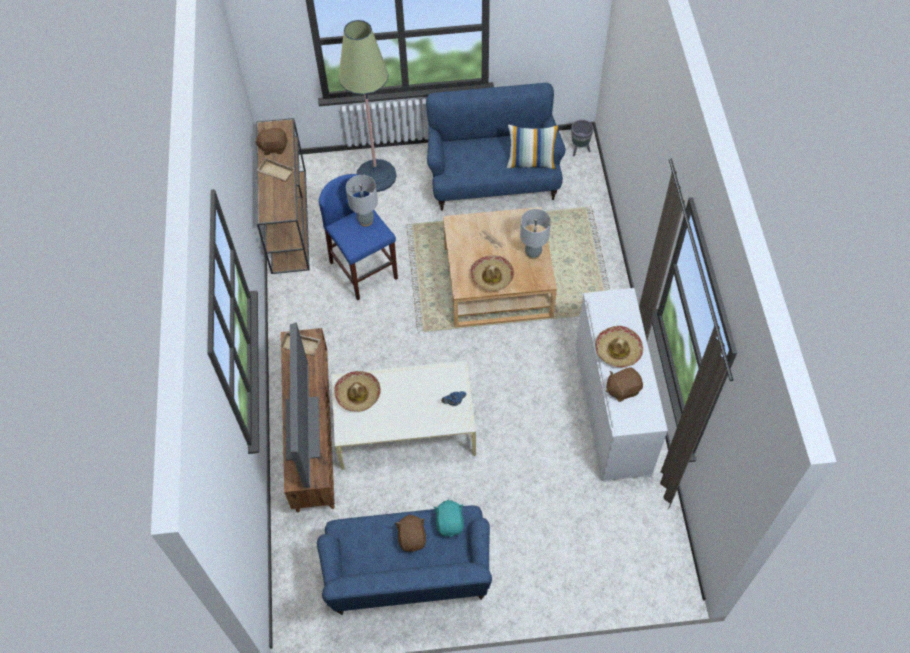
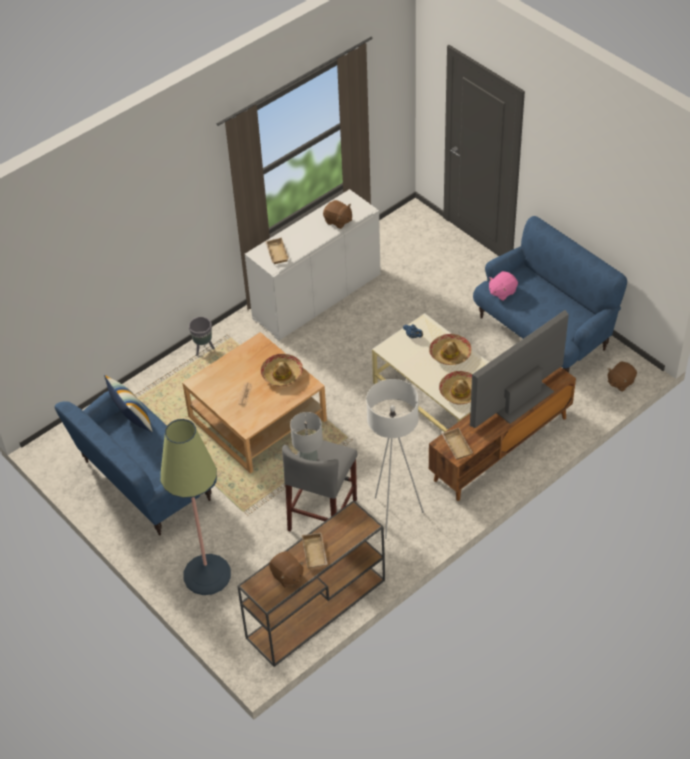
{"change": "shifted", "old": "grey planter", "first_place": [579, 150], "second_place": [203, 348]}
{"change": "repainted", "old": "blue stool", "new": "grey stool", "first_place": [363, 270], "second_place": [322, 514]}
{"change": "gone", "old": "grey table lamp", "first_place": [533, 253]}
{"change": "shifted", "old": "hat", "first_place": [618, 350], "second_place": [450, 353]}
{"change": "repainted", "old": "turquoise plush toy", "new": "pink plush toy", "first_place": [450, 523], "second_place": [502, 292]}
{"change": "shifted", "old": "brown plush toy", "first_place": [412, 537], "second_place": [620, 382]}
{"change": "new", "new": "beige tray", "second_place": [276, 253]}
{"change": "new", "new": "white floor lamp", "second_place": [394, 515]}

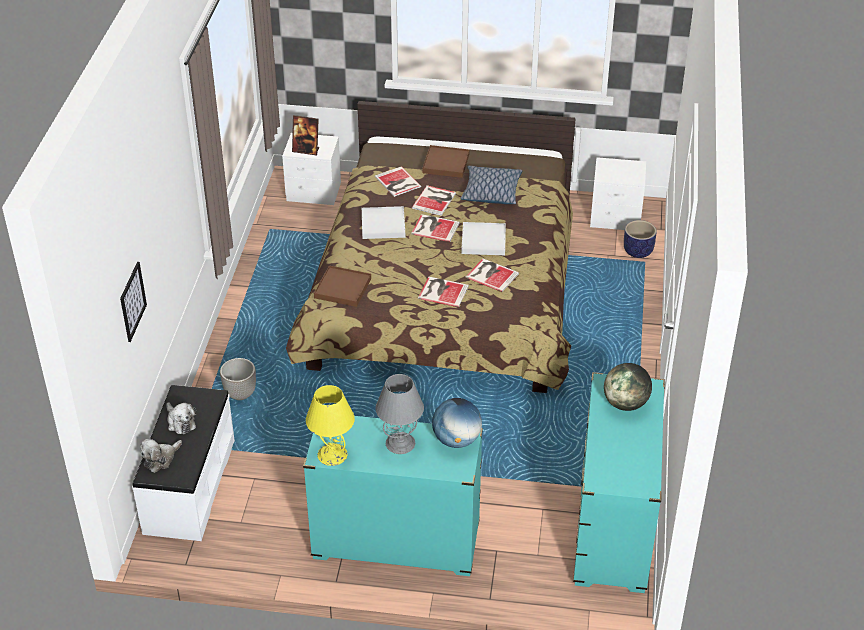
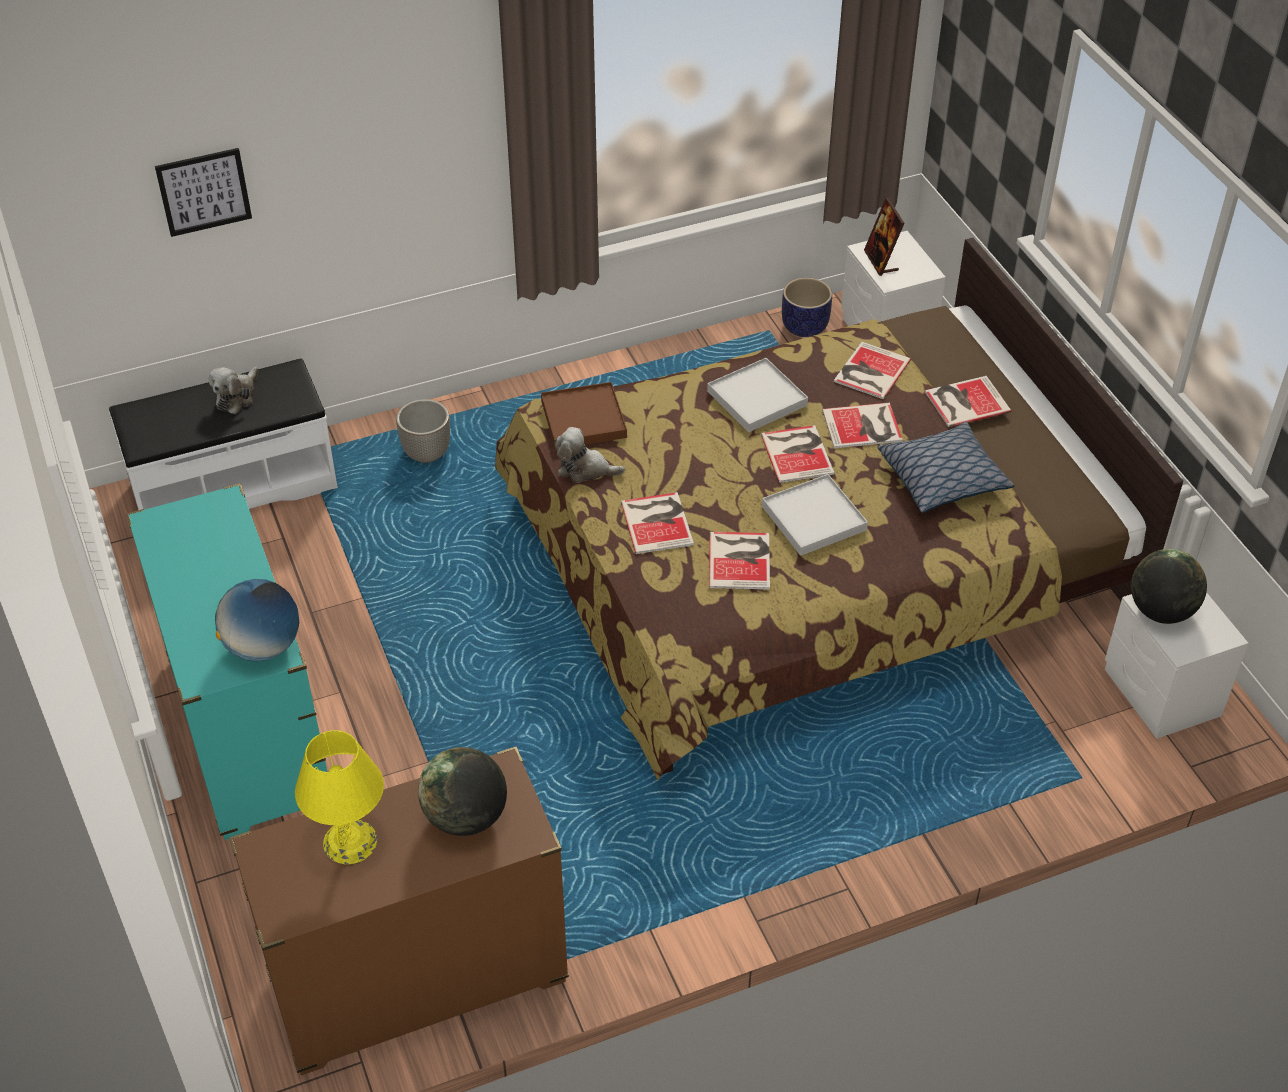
{"change": "swapped", "old": "brown tray", "new": "book", "first_place": [445, 163], "second_place": [964, 401]}
{"change": "shifted", "old": "planter", "first_place": [638, 251], "second_place": [804, 327]}
{"change": "repainted", "old": "turquoise dresser", "new": "brown dresser", "first_place": [613, 529], "second_place": [417, 980]}
{"change": "gone", "old": "grey table lamp", "first_place": [400, 443]}
{"change": "shifted", "old": "yellow table lamp", "first_place": [332, 454], "second_place": [350, 842]}
{"change": "shifted", "old": "plush toy", "first_place": [160, 459], "second_place": [585, 469]}
{"change": "new", "new": "globe", "second_place": [1161, 611]}

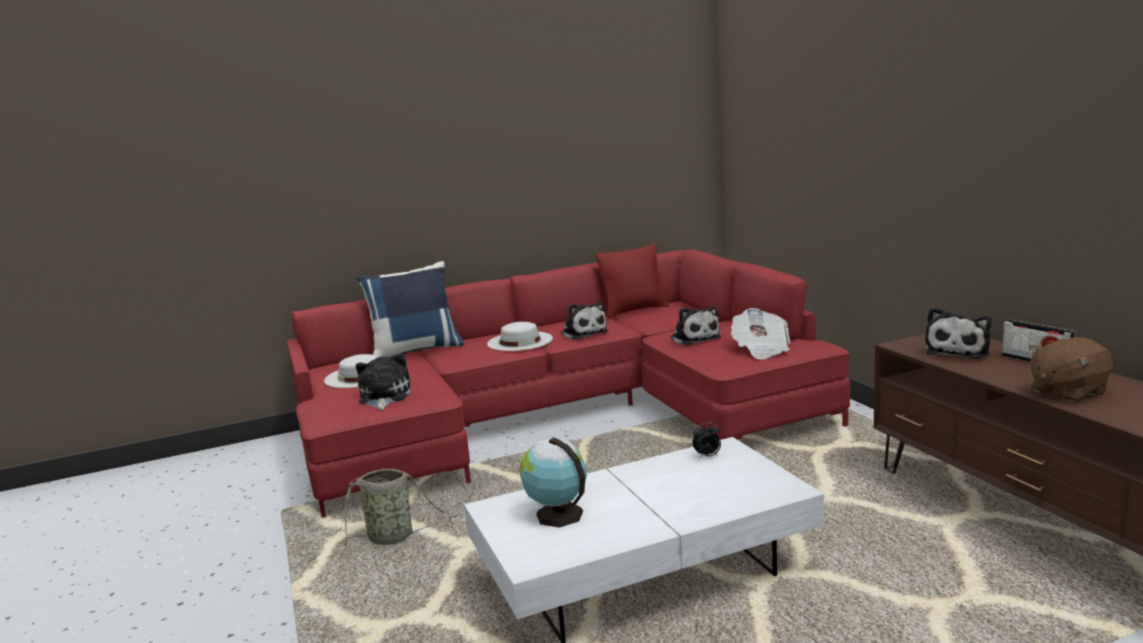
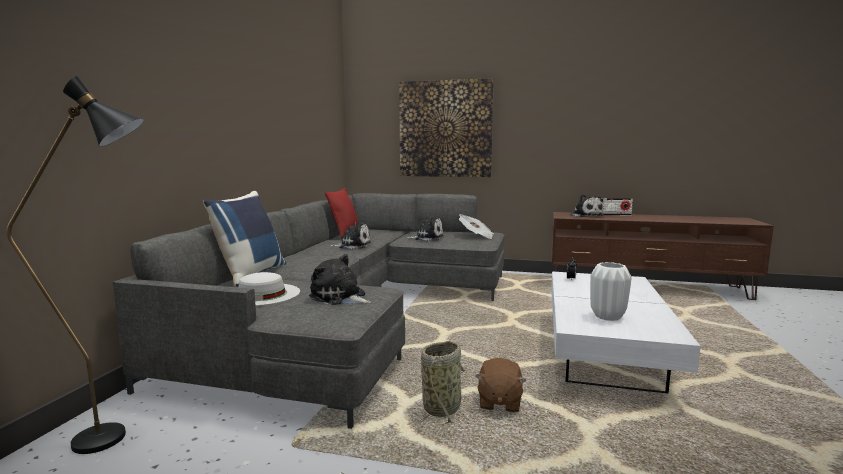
{"change": "repainted", "old": "red sofa", "new": "grey sofa", "first_place": [562, 417], "second_place": [355, 311]}
{"change": "gone", "old": "white hat", "first_place": [520, 341]}
{"change": "shifted", "old": "brown plush toy", "first_place": [1067, 392], "second_place": [499, 402]}
{"change": "swapped", "old": "globe", "new": "white vase", "first_place": [557, 514], "second_place": [607, 317]}
{"change": "new", "new": "black floor lamp", "second_place": [119, 437]}
{"change": "new", "new": "picture", "second_place": [445, 129]}

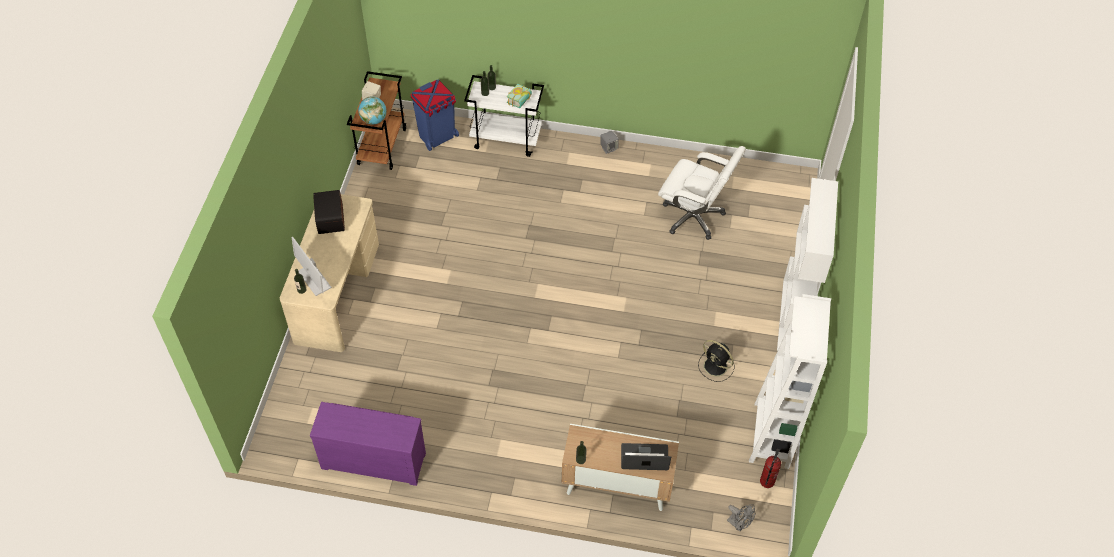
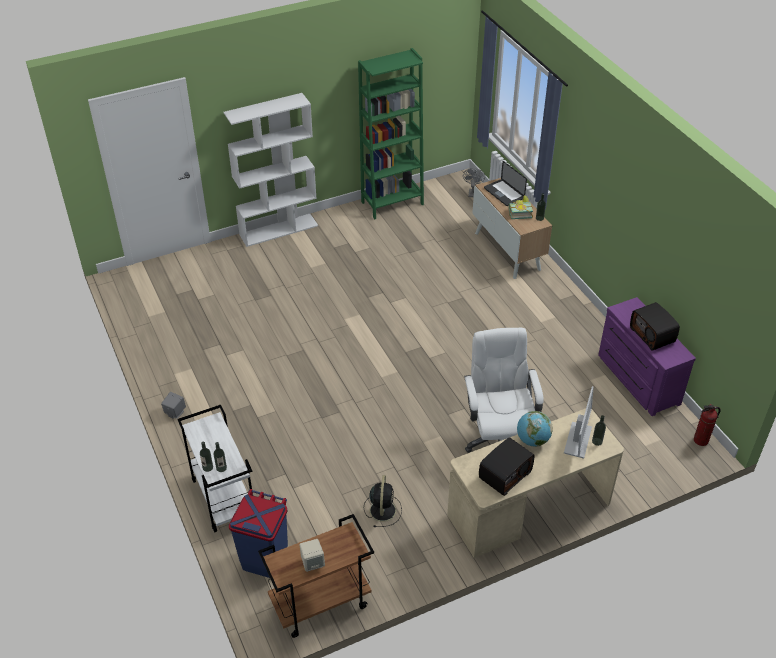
{"change": "shifted", "old": "book", "first_place": [521, 101], "second_place": [519, 213]}
{"change": "shifted", "old": "globe", "first_place": [374, 120], "second_place": [532, 440]}
{"change": "shifted", "old": "white office chair", "first_place": [693, 216], "second_place": [498, 438]}
{"change": "repainted", "old": "white bookcase", "new": "green bookcase", "first_place": [771, 435], "second_place": [392, 203]}
{"change": "shifted", "old": "black fan", "first_place": [716, 367], "second_place": [382, 509]}
{"change": "shifted", "old": "fire extinguisher", "first_place": [766, 481], "second_place": [701, 440]}
{"change": "new", "new": "radio", "second_place": [653, 335]}

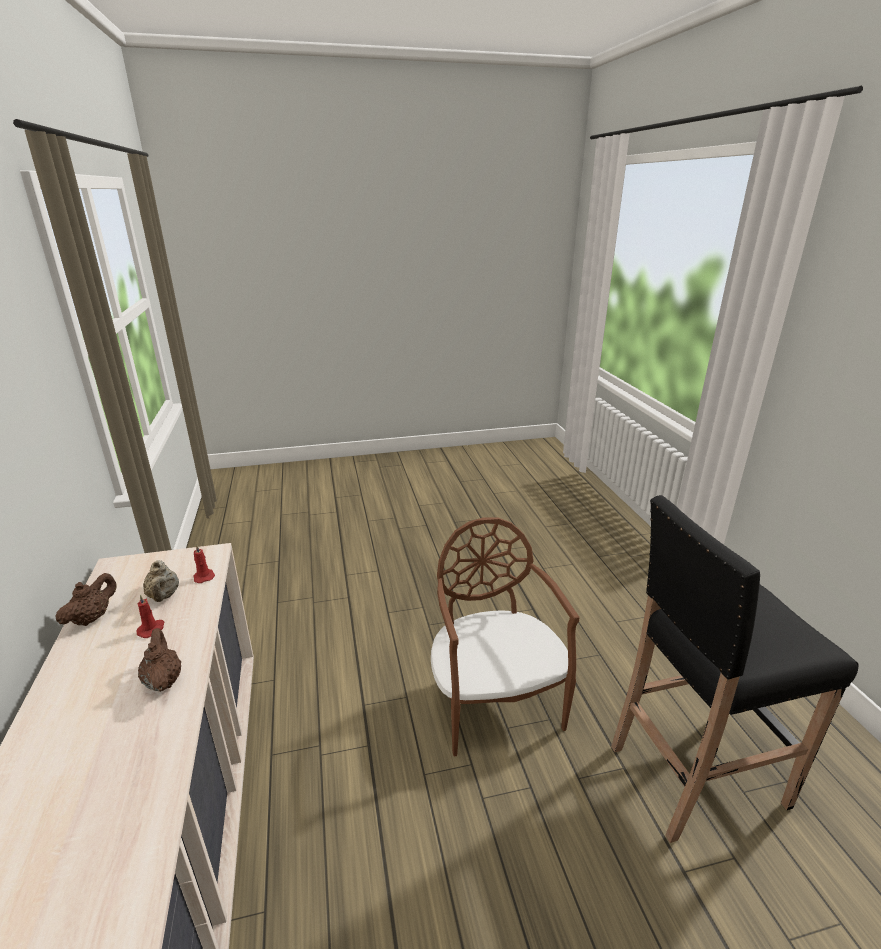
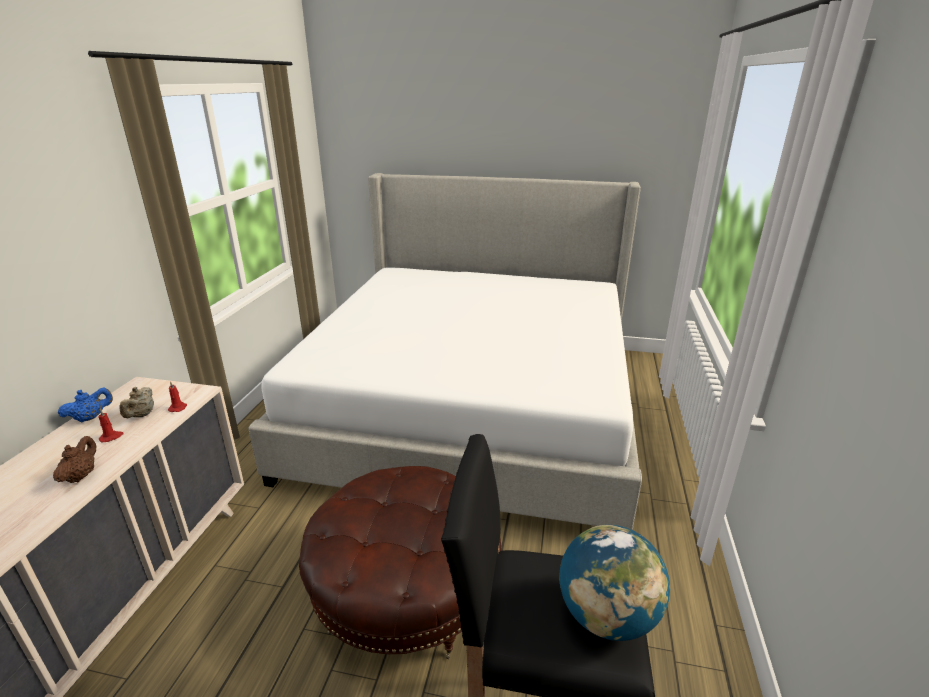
{"change": "swapped", "old": "brown chair", "new": "brown ottoman", "first_place": [494, 702], "second_place": [405, 592]}
{"change": "repainted", "old": "brown teapot", "new": "blue teapot", "first_place": [92, 618], "second_place": [91, 418]}
{"change": "new", "new": "bed", "second_place": [472, 406]}
{"change": "new", "new": "globe", "second_place": [607, 616]}

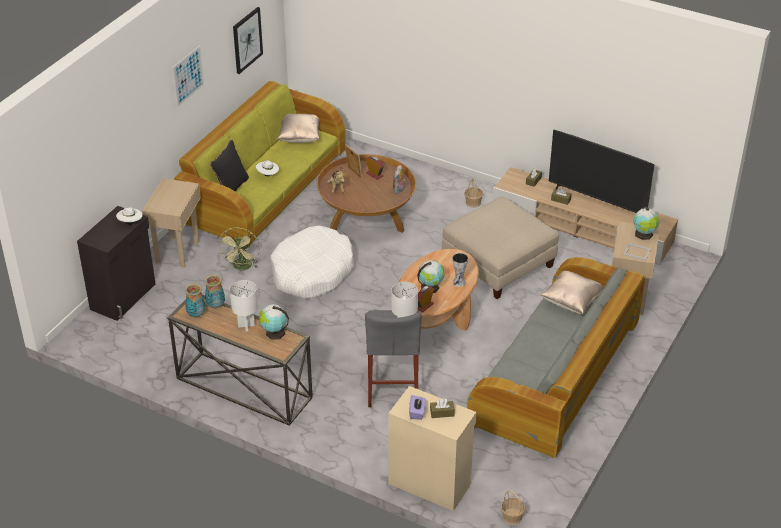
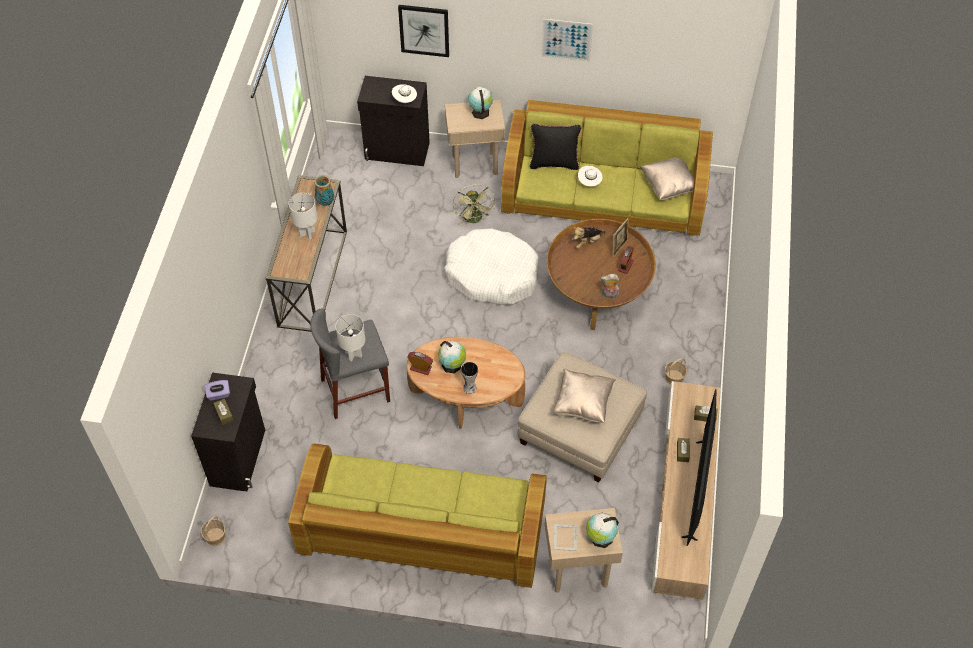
{"change": "shifted", "old": "picture", "first_place": [247, 40], "second_place": [424, 30]}
{"change": "rotated", "old": "green fan", "first_place": [242, 267], "second_place": [474, 219], "degrees": -90}
{"change": "repainted", "old": "grey sofa", "new": "green sofa", "first_place": [556, 376], "second_place": [421, 528]}
{"change": "shifted", "old": "beige pillow", "first_place": [572, 301], "second_place": [583, 404]}
{"change": "gone", "old": "vase", "first_place": [196, 315]}
{"change": "shifted", "old": "globe", "first_place": [274, 332], "second_place": [480, 111]}
{"change": "repainted", "old": "beige cabinet", "new": "black cabinet", "first_place": [429, 483], "second_place": [239, 457]}

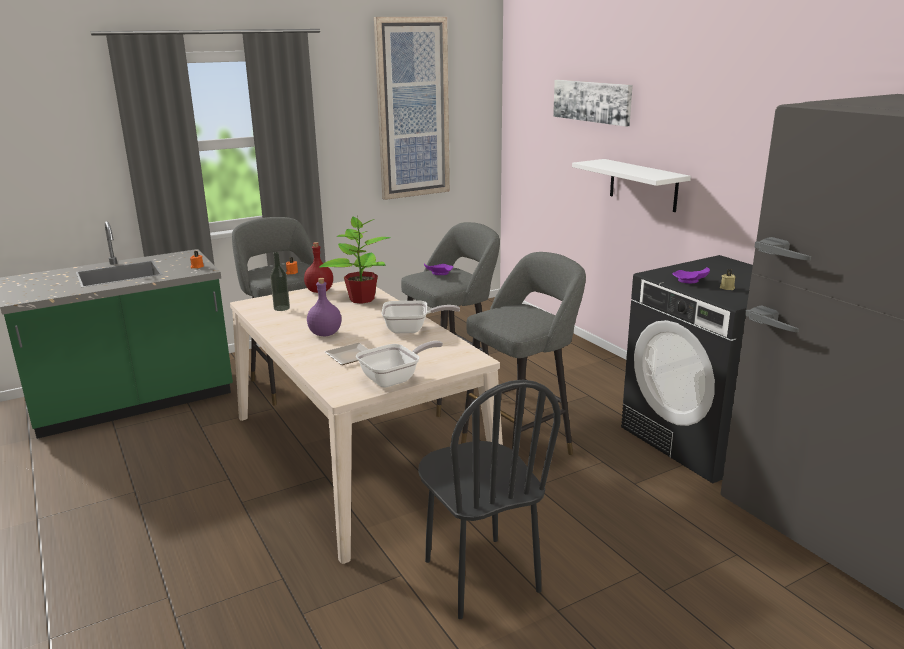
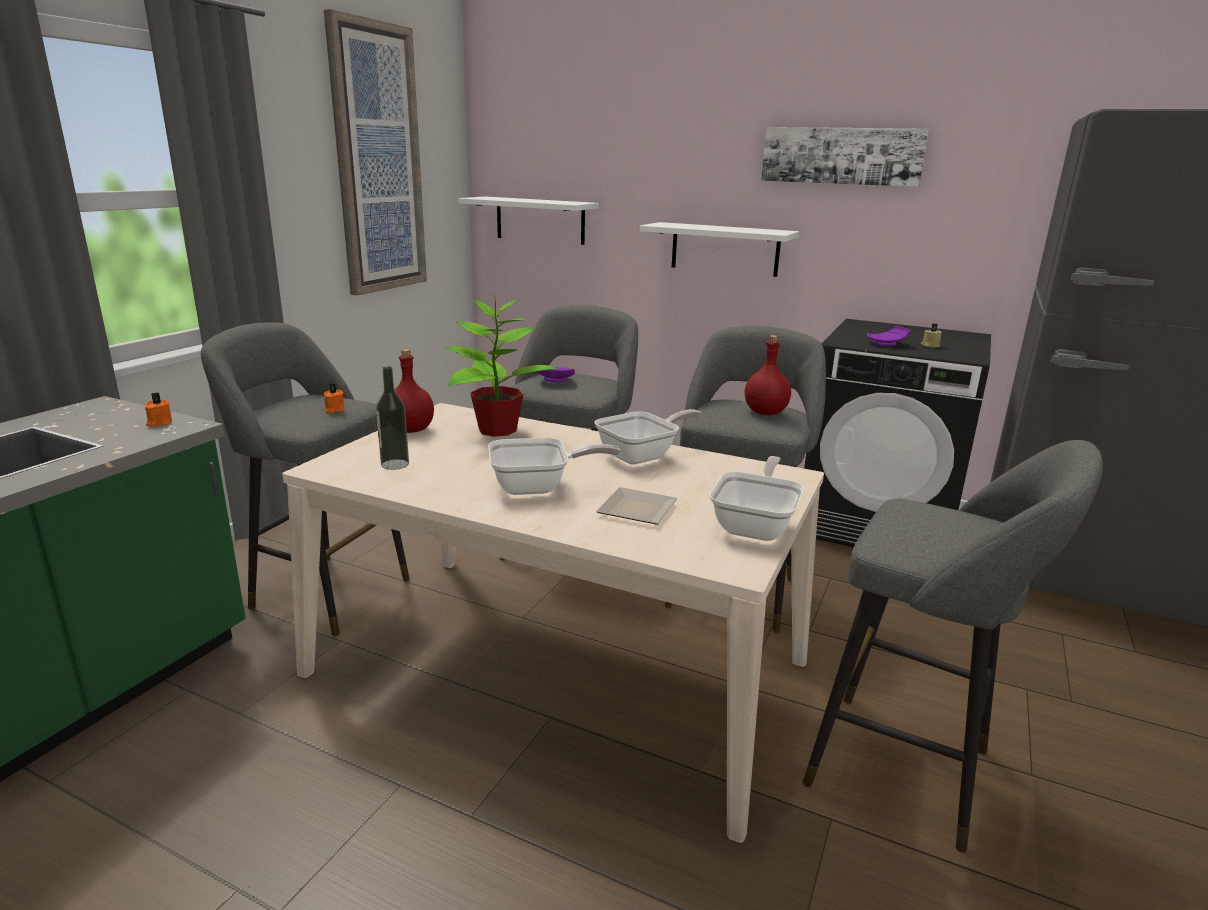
{"change": "shifted", "old": "picture", "first_place": [592, 101], "second_place": [841, 156]}
{"change": "swapped", "old": "purple bottle", "new": "frying pan", "first_place": [325, 334], "second_place": [538, 487]}
{"change": "swapped", "old": "black chair", "new": "grey stool", "first_place": [480, 576], "second_place": [910, 772]}
{"change": "new", "new": "white shelf", "second_place": [540, 220]}
{"change": "new", "new": "red bottle", "second_place": [764, 412]}

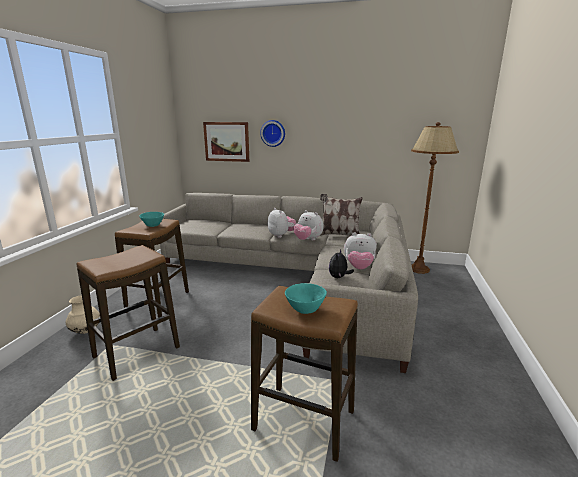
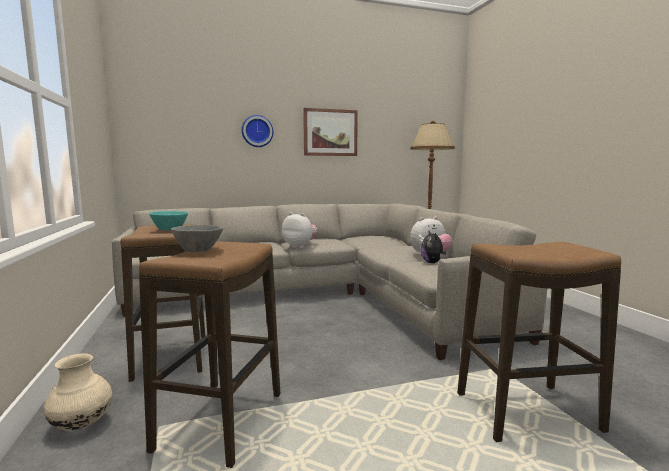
{"change": "shifted", "old": "picture", "first_place": [227, 141], "second_place": [330, 132]}
{"change": "gone", "old": "pillow", "first_place": [339, 235]}
{"change": "gone", "old": "plush toy", "first_place": [308, 240]}
{"change": "gone", "old": "turquoise bowl", "first_place": [304, 308]}
{"change": "new", "new": "grey bowl", "second_place": [199, 250]}

